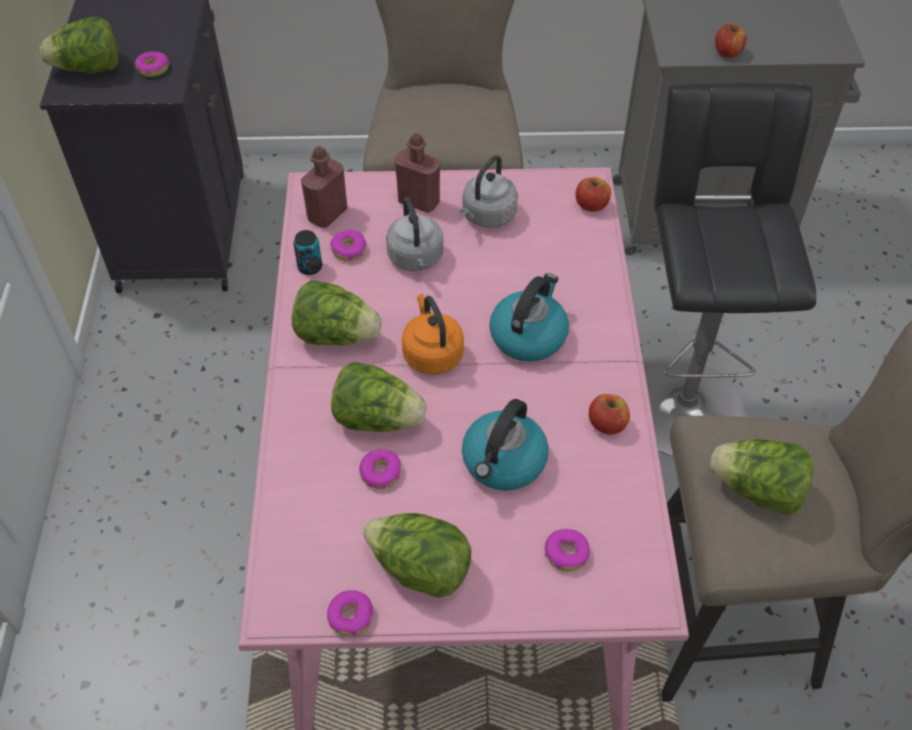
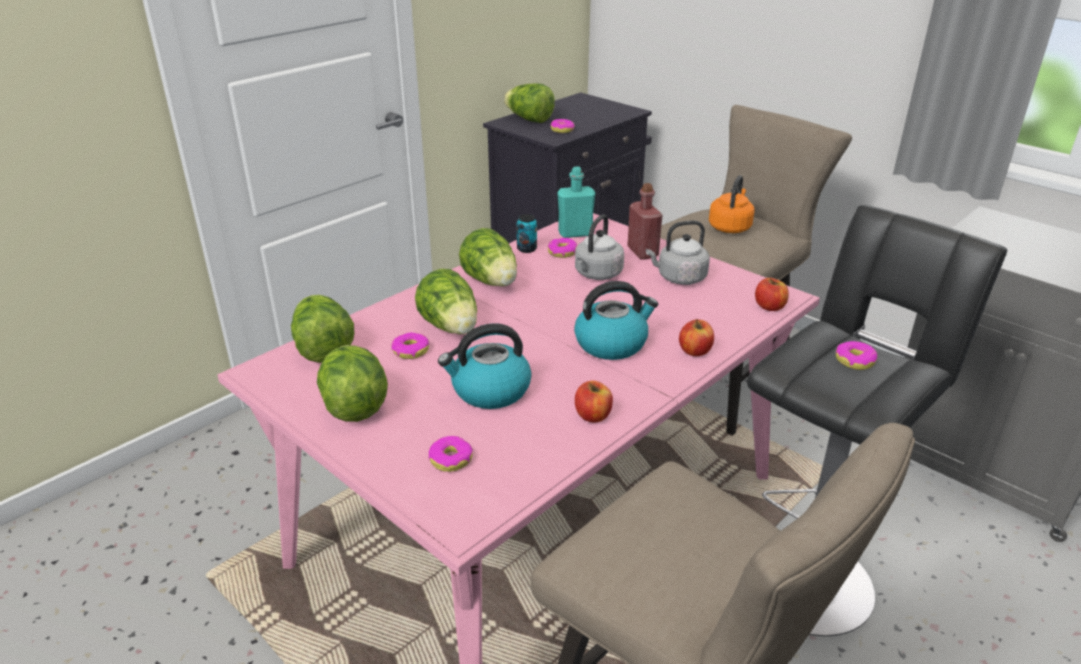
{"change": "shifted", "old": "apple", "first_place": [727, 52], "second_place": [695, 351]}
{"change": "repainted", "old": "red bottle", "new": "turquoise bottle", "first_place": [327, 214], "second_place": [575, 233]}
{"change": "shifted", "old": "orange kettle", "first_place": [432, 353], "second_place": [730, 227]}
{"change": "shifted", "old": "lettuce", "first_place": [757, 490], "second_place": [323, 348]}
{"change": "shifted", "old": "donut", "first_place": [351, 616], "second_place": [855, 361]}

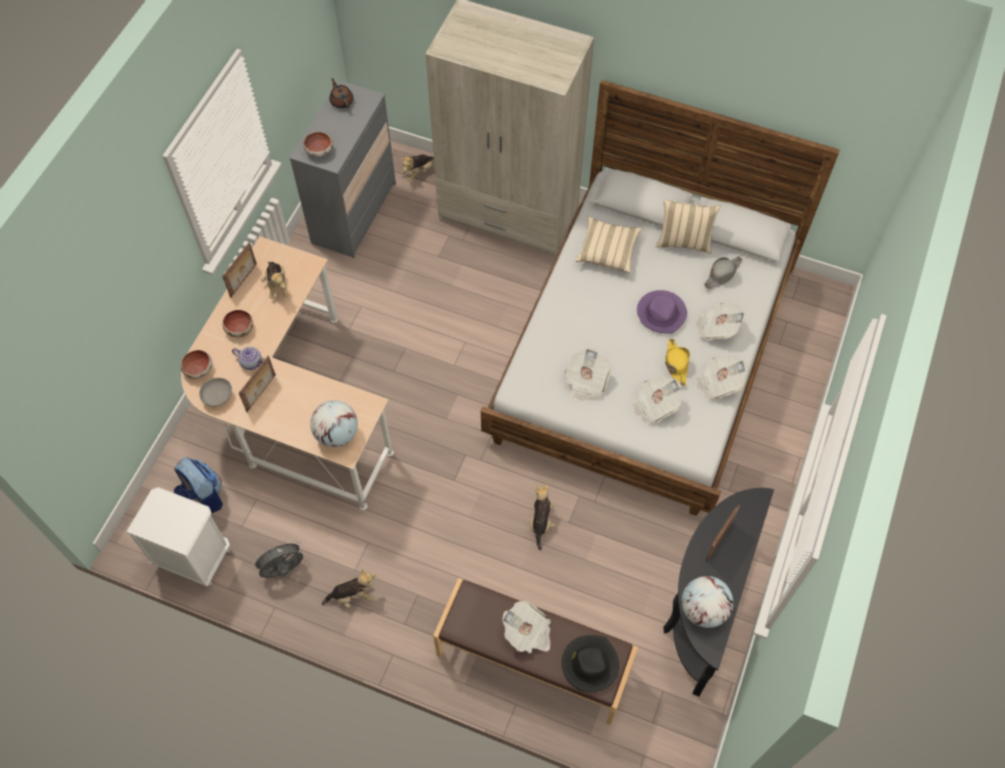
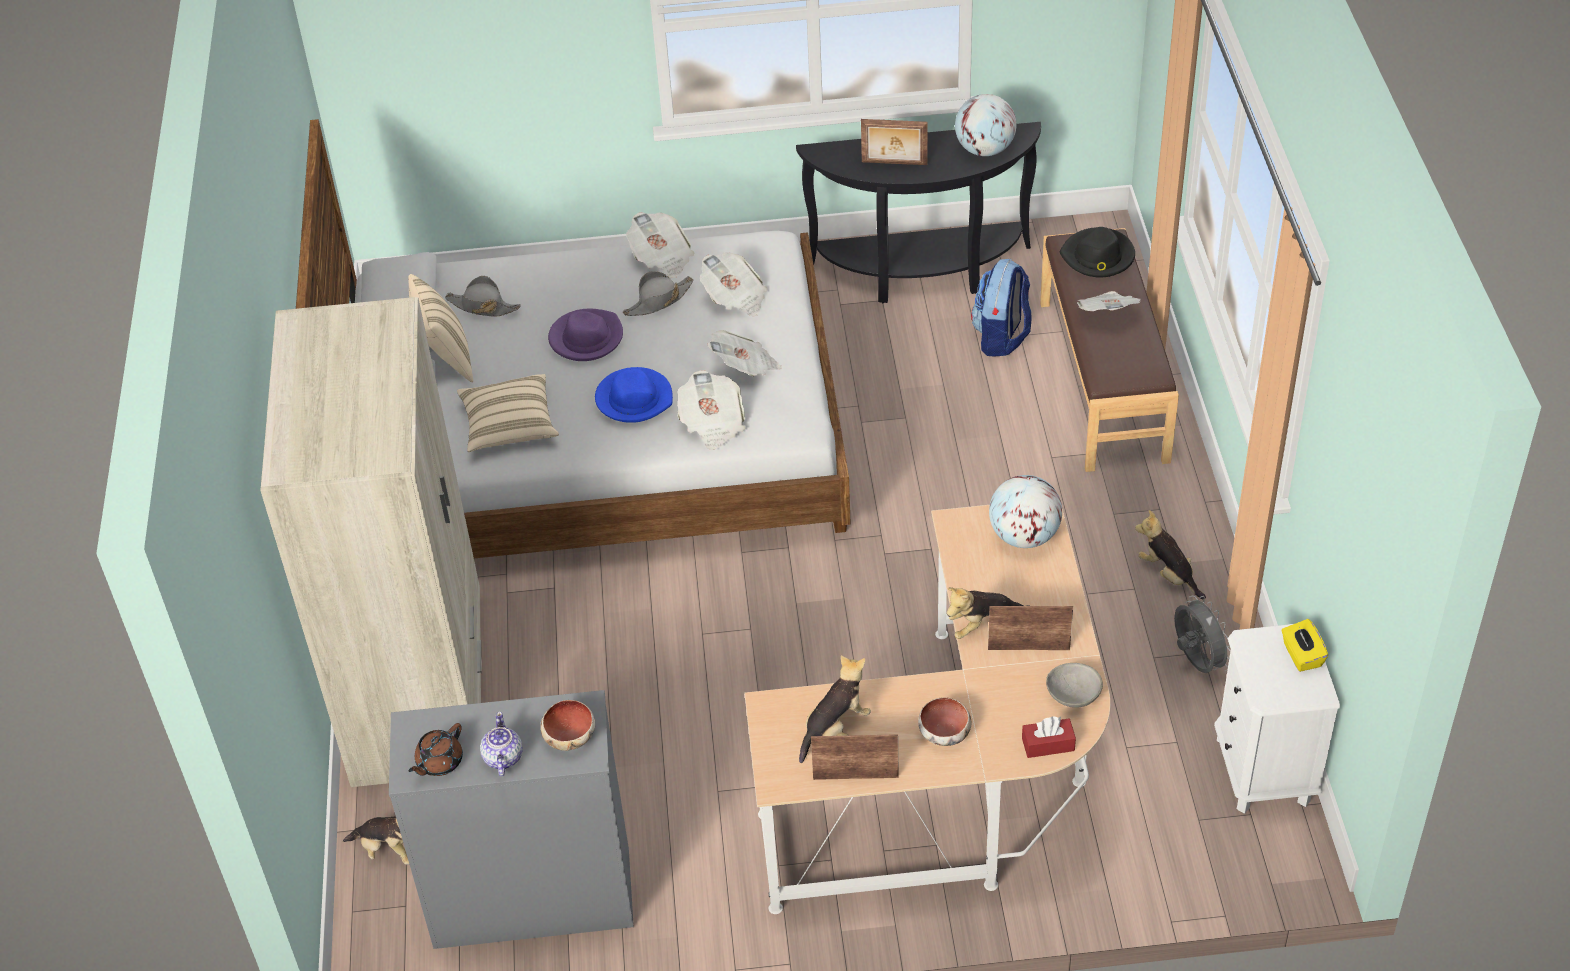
{"change": "shifted", "old": "newspaper", "first_place": [716, 327], "second_place": [712, 424]}
{"change": "repainted", "old": "yellow hat", "new": "grey hat", "first_place": [676, 364], "second_place": [658, 301]}
{"change": "shifted", "old": "teapot", "first_place": [251, 362], "second_place": [502, 758]}
{"change": "swapped", "old": "bowl", "new": "red tissue box", "first_place": [198, 369], "second_place": [1048, 744]}
{"change": "shifted", "old": "backpack", "first_place": [203, 496], "second_place": [1001, 337]}
{"change": "shifted", "old": "plush toy", "first_place": [541, 522], "second_place": [984, 626]}
{"change": "rotated", "old": "grey fan", "first_place": [283, 570], "second_place": [1196, 662], "degrees": -150}
{"change": "new", "new": "blue hat", "second_place": [634, 398]}
{"change": "new", "new": "yellow tissue box", "second_place": [1301, 656]}

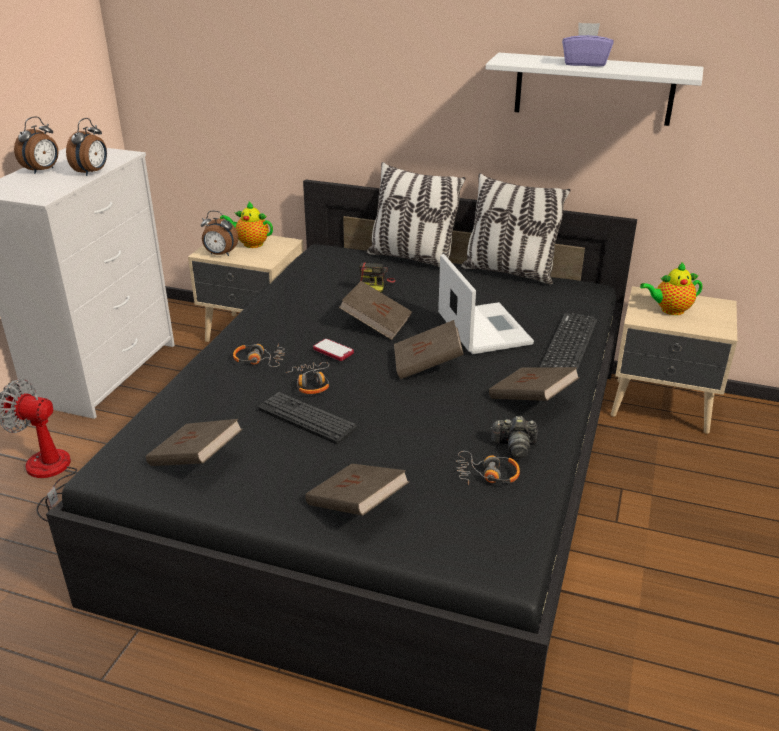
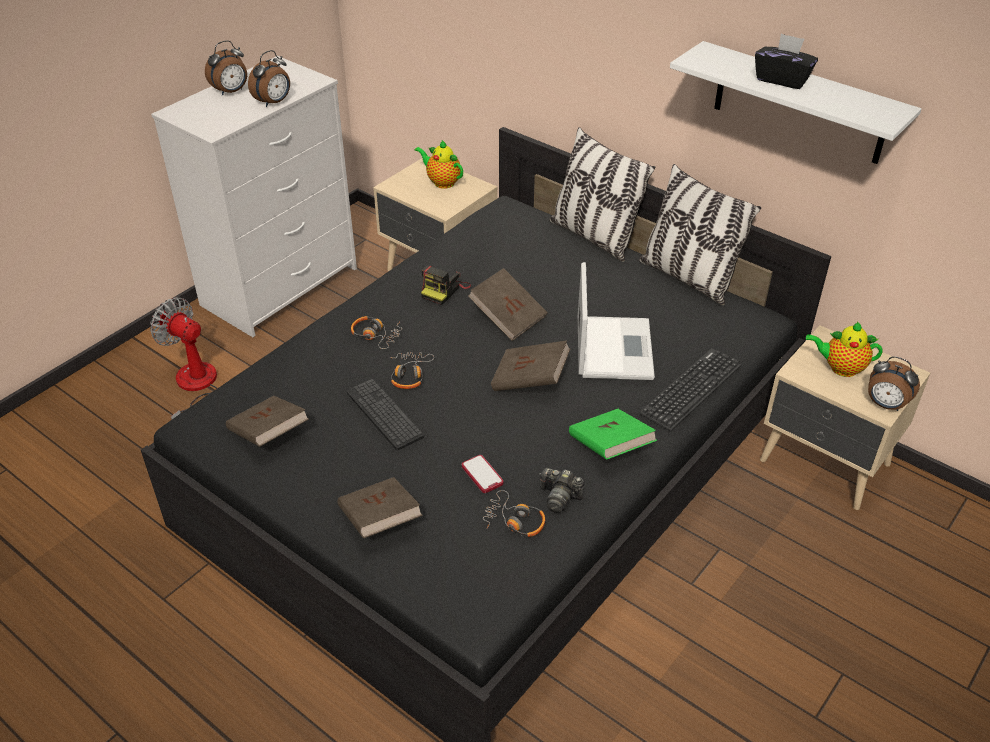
{"change": "repainted", "old": "purple tissue box", "new": "black tissue box", "first_place": [584, 63], "second_place": [782, 79]}
{"change": "shifted", "old": "alarm clock", "first_place": [220, 254], "second_place": [885, 405]}
{"change": "shifted", "old": "photo camera", "first_place": [375, 286], "second_place": [444, 290]}
{"change": "shifted", "old": "phone", "first_place": [333, 351], "second_place": [482, 475]}
{"change": "repainted", "old": "brown book", "new": "green book", "first_place": [531, 400], "second_place": [610, 447]}

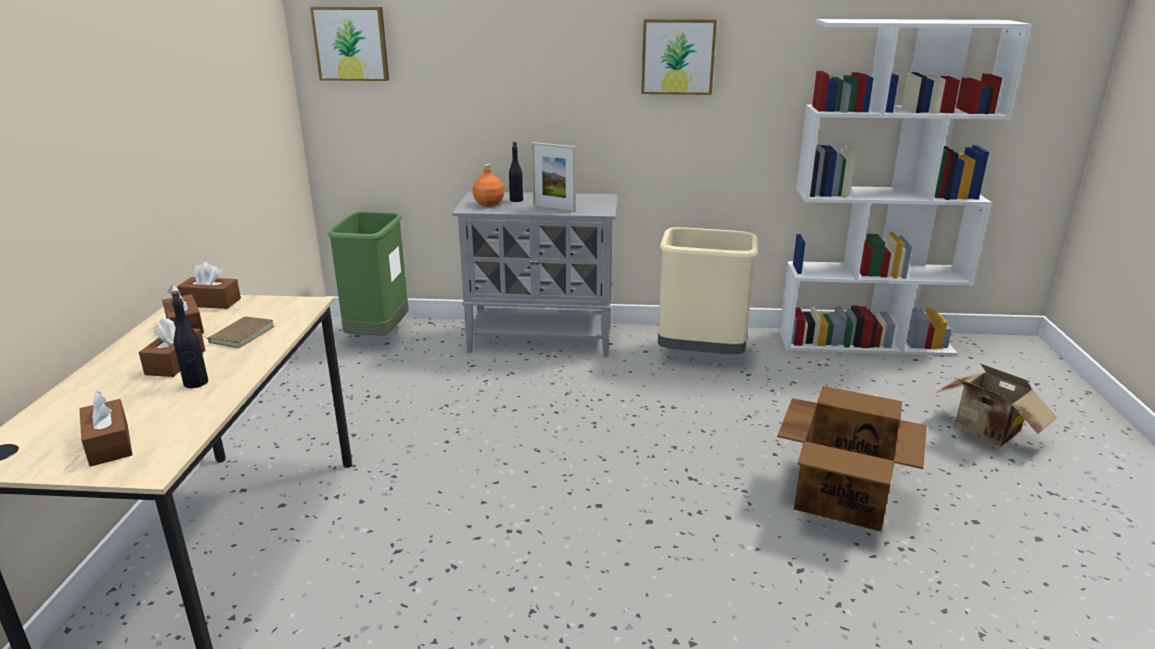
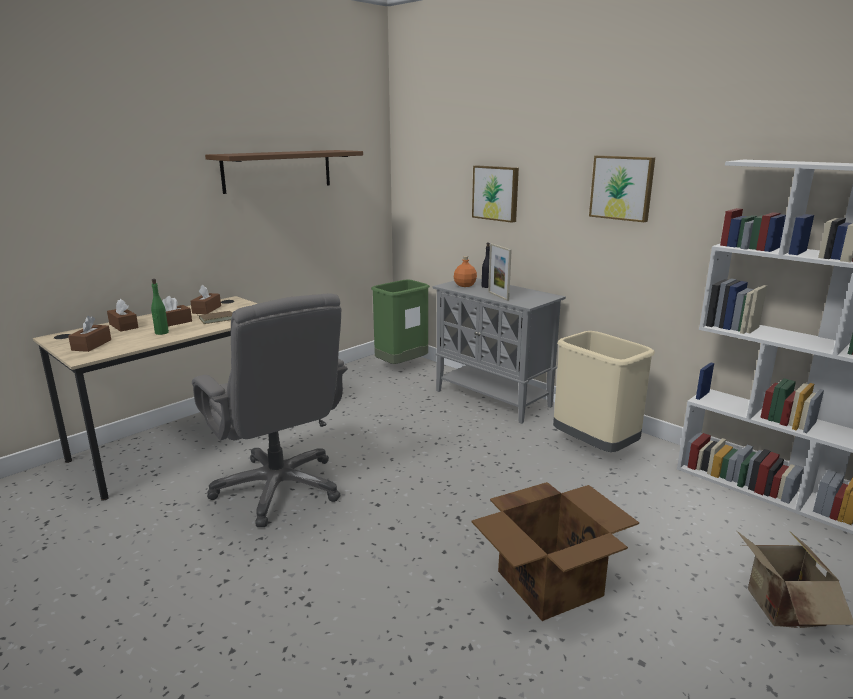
{"change": "shifted", "old": "picture", "first_place": [351, 43], "second_place": [496, 193]}
{"change": "shifted", "old": "brown tissue box", "first_place": [211, 302], "second_place": [123, 326]}
{"change": "repainted", "old": "black bottle", "new": "green bottle", "first_place": [196, 383], "second_place": [161, 333]}
{"change": "new", "new": "brown shelf", "second_place": [278, 170]}
{"change": "new", "new": "grey office chair", "second_place": [279, 488]}

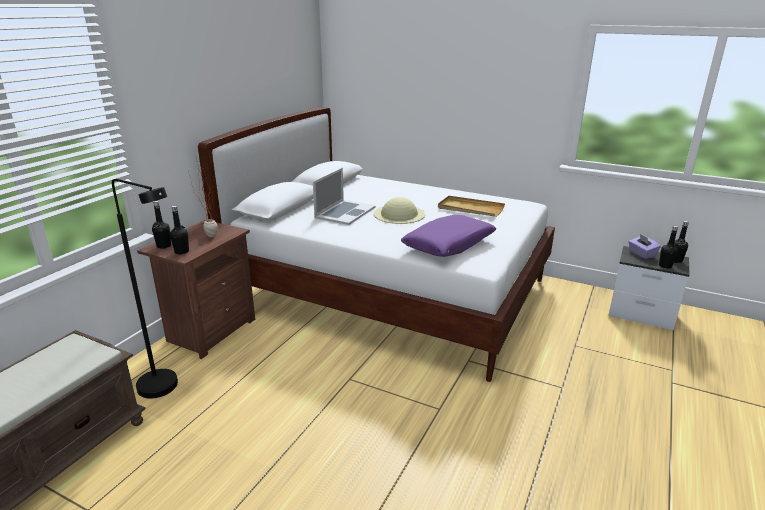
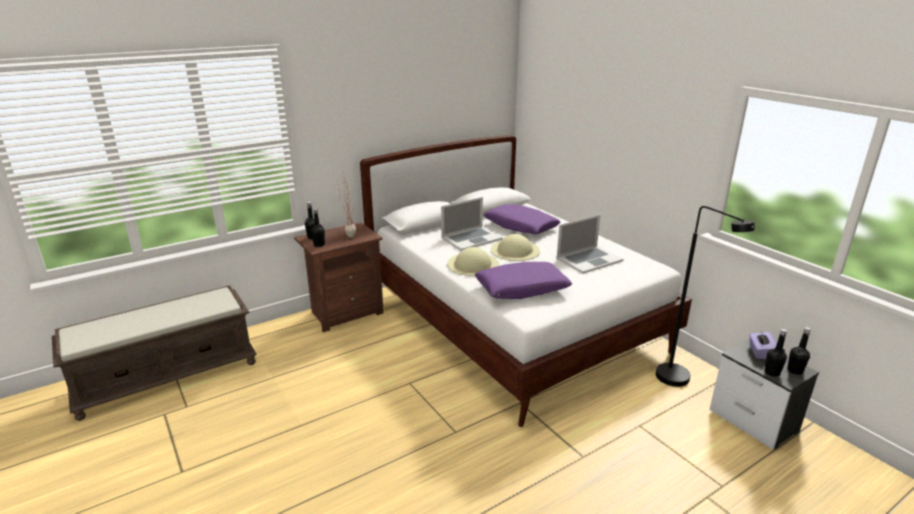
{"change": "shifted", "old": "black floor lamp", "first_place": [166, 388], "second_place": [680, 381]}
{"change": "swapped", "old": "beige tray", "new": "laptop", "first_place": [470, 209], "second_place": [589, 259]}
{"change": "new", "new": "purple pillow", "second_place": [520, 226]}
{"change": "new", "new": "beige hat", "second_place": [473, 264]}

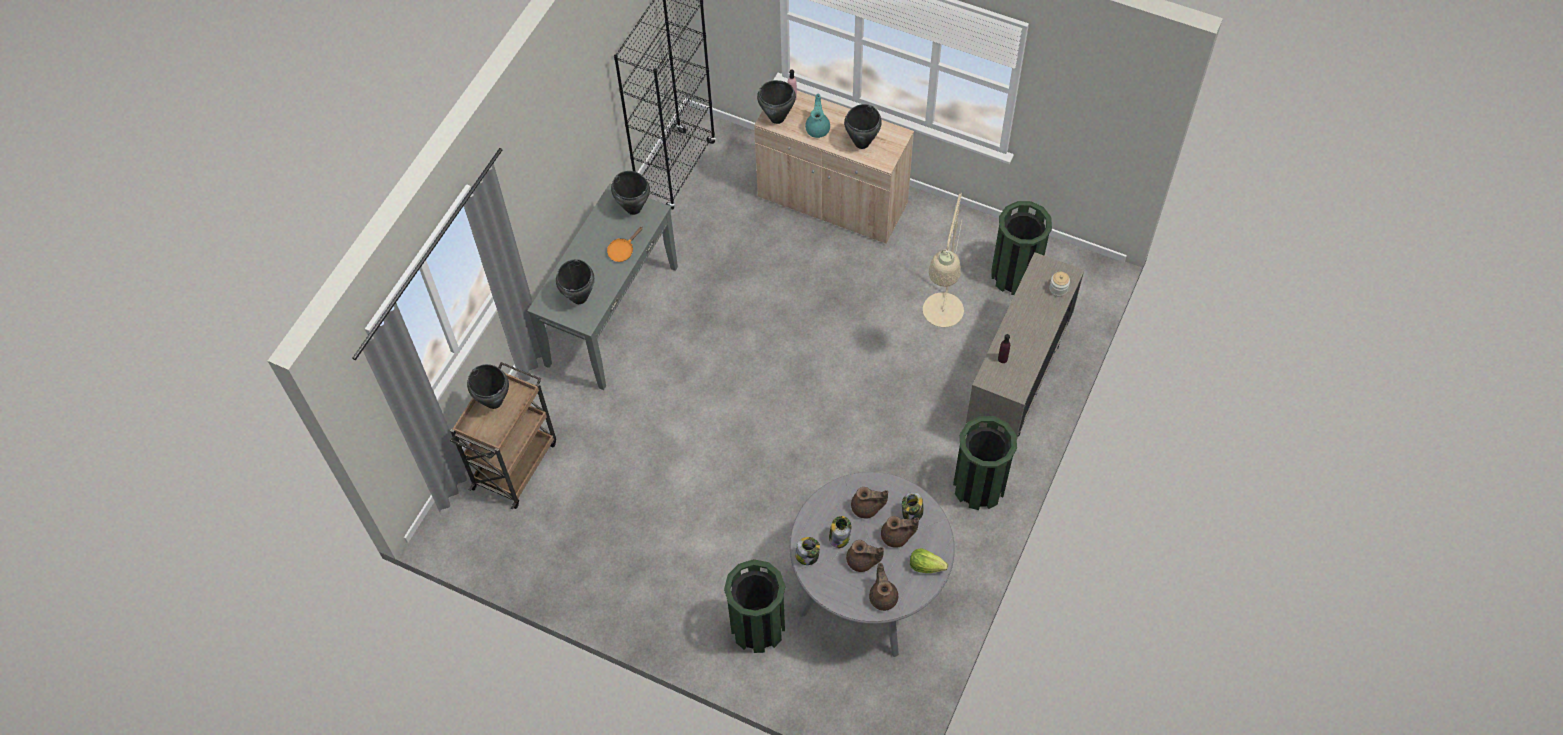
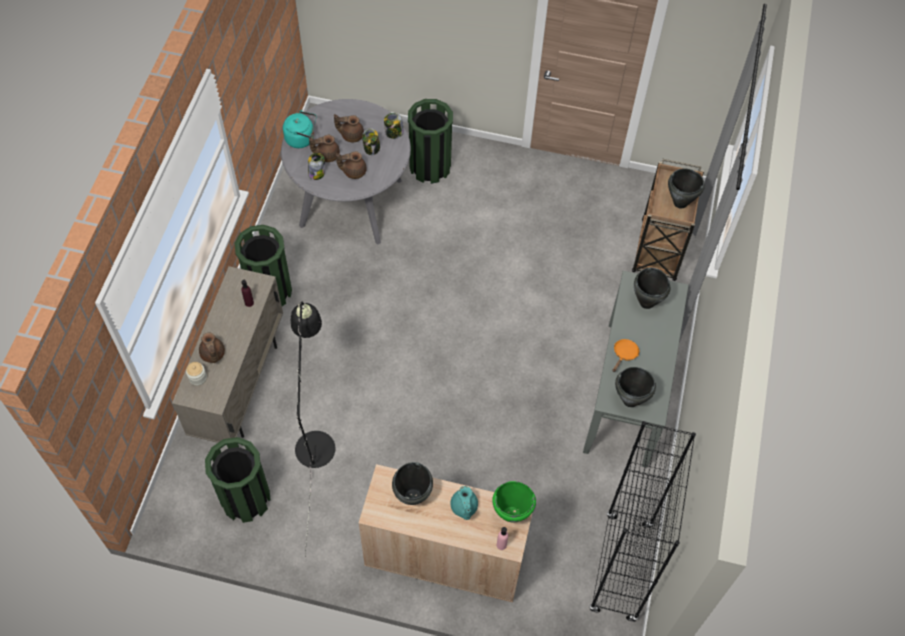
{"change": "repainted", "old": "black cooking pot", "new": "green cooking pot", "first_place": [777, 118], "second_place": [511, 514]}
{"change": "repainted", "old": "beige floor lamp", "new": "black floor lamp", "first_place": [941, 319], "second_place": [315, 439]}
{"change": "swapped", "old": "lettuce", "new": "turquoise kettle", "first_place": [926, 565], "second_place": [302, 139]}
{"change": "shifted", "old": "brown teapot", "first_place": [883, 596], "second_place": [212, 355]}

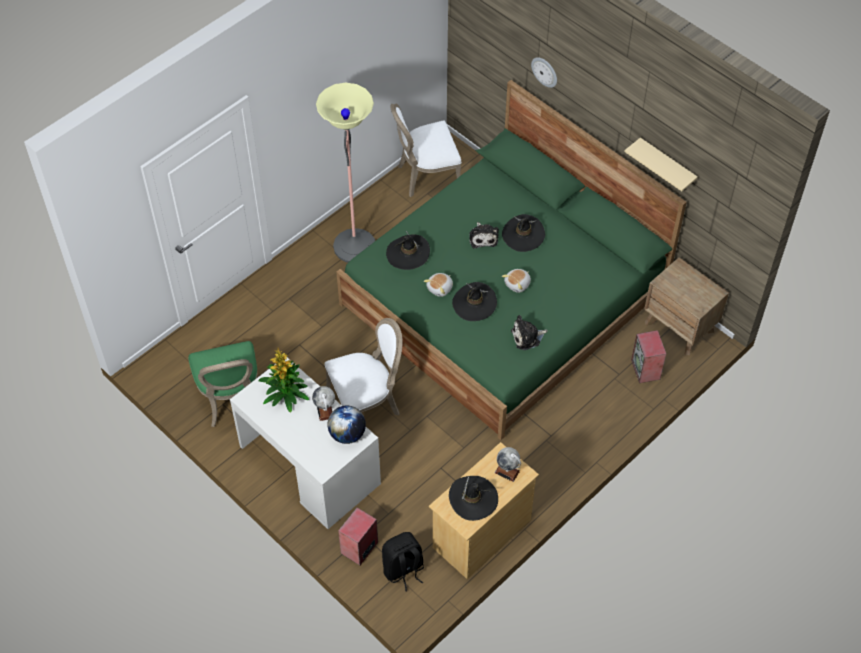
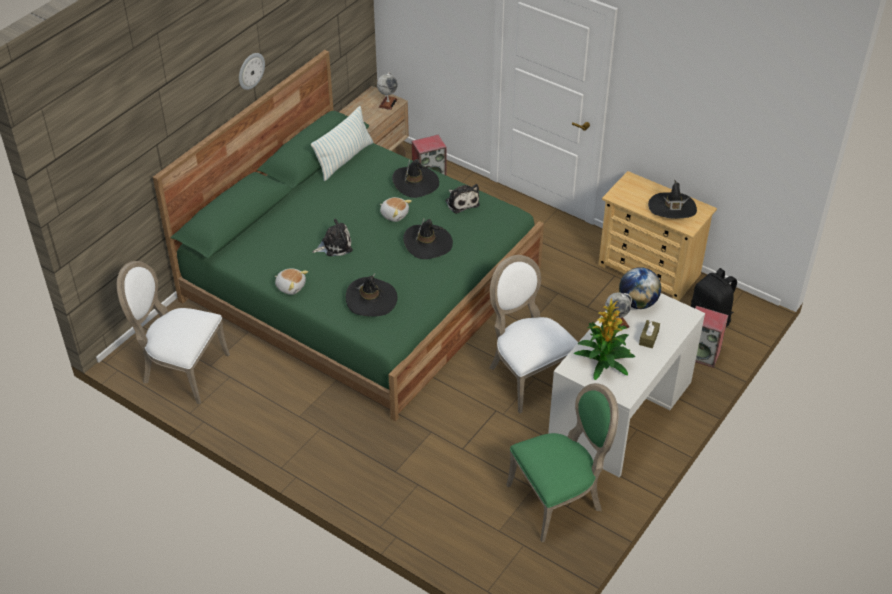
{"change": "shifted", "old": "wall clock", "first_place": [545, 71], "second_place": [250, 70]}
{"change": "gone", "old": "floor lamp", "first_place": [354, 246]}
{"change": "rotated", "old": "white chair", "first_place": [426, 176], "second_place": [181, 370], "degrees": 135}
{"change": "gone", "old": "beige shelf", "first_place": [666, 166]}
{"change": "shifted", "old": "black hat", "first_place": [523, 235], "second_place": [415, 183]}
{"change": "shifted", "old": "plush toy", "first_place": [440, 288], "second_place": [291, 286]}
{"change": "shifted", "old": "globe", "first_place": [507, 471], "second_place": [388, 103]}
{"change": "new", "new": "pillow", "second_place": [344, 159]}
{"change": "new", "new": "brown tissue box", "second_place": [649, 338]}

